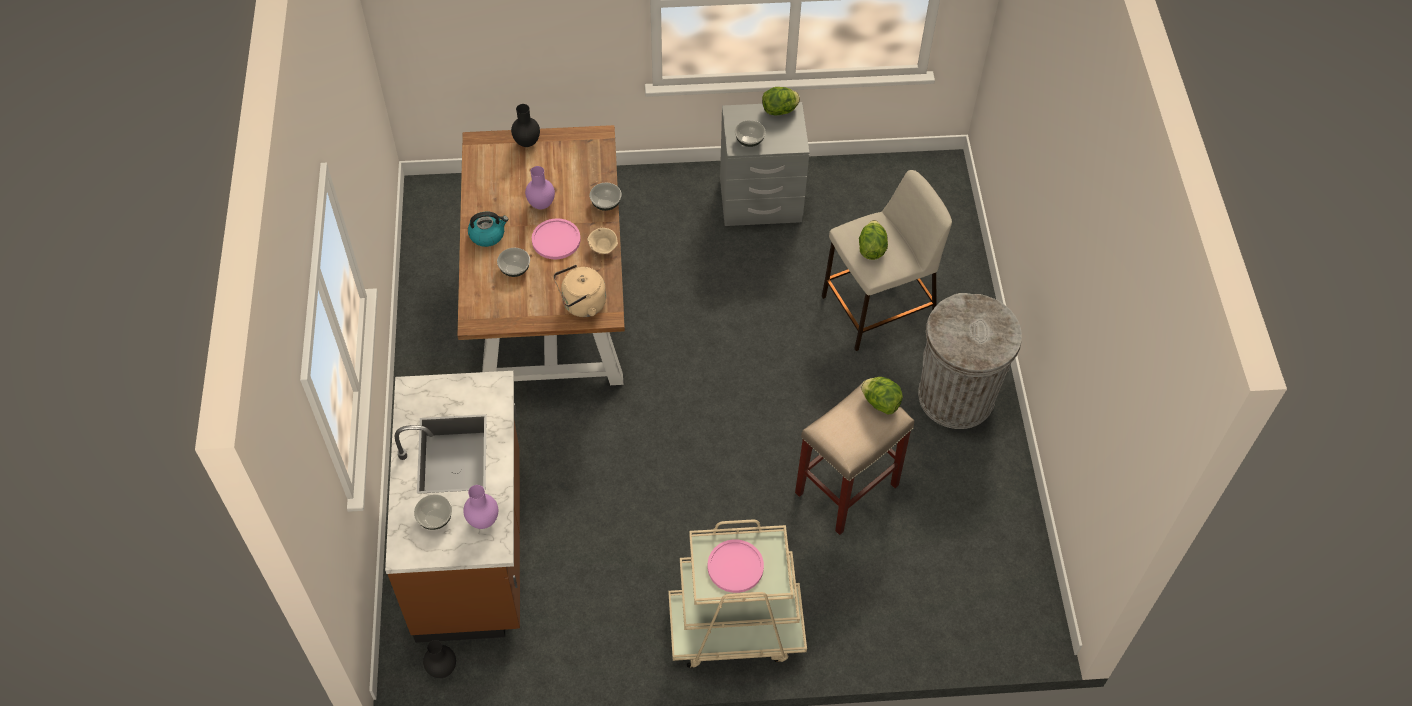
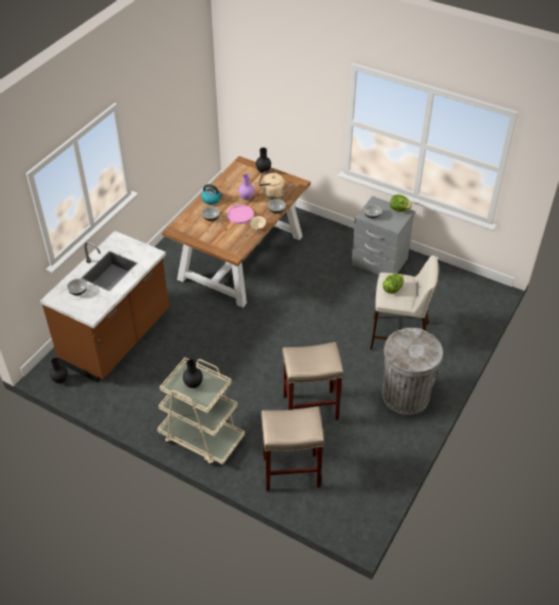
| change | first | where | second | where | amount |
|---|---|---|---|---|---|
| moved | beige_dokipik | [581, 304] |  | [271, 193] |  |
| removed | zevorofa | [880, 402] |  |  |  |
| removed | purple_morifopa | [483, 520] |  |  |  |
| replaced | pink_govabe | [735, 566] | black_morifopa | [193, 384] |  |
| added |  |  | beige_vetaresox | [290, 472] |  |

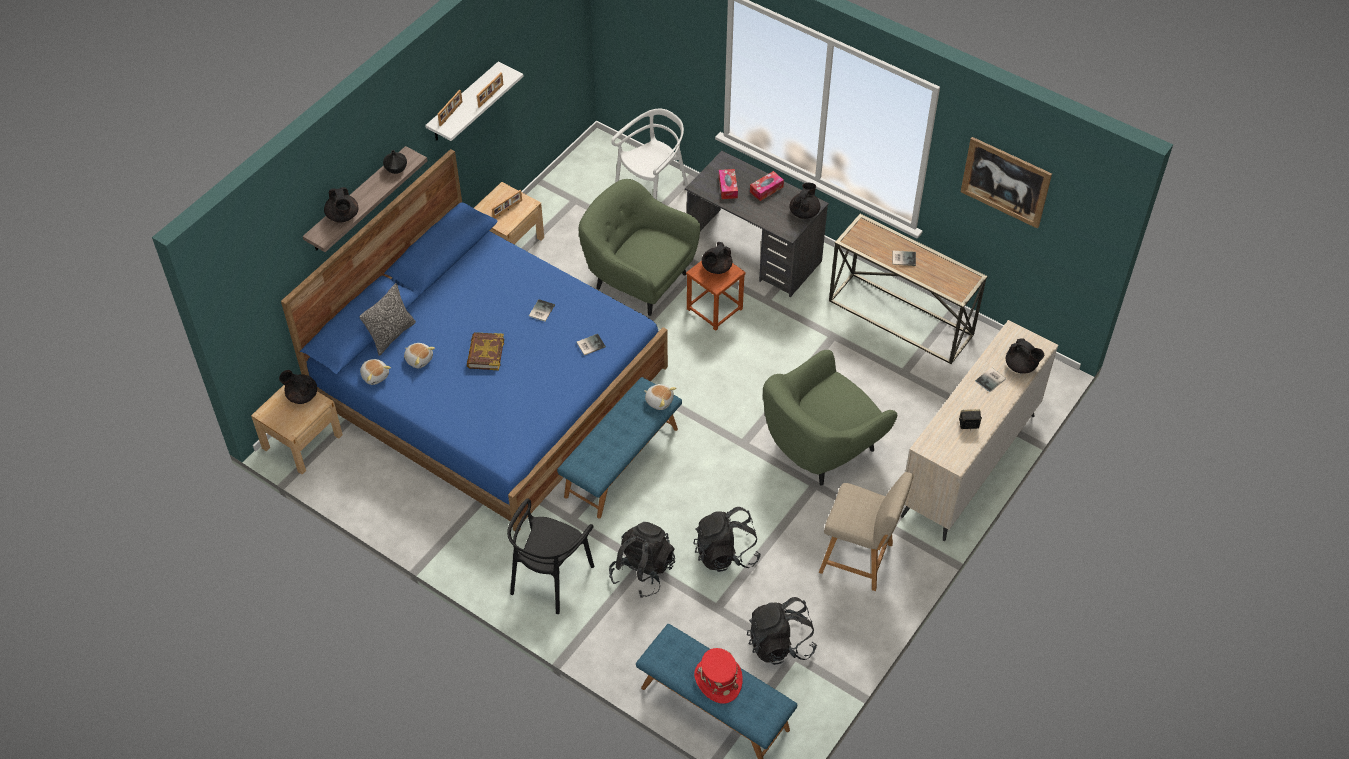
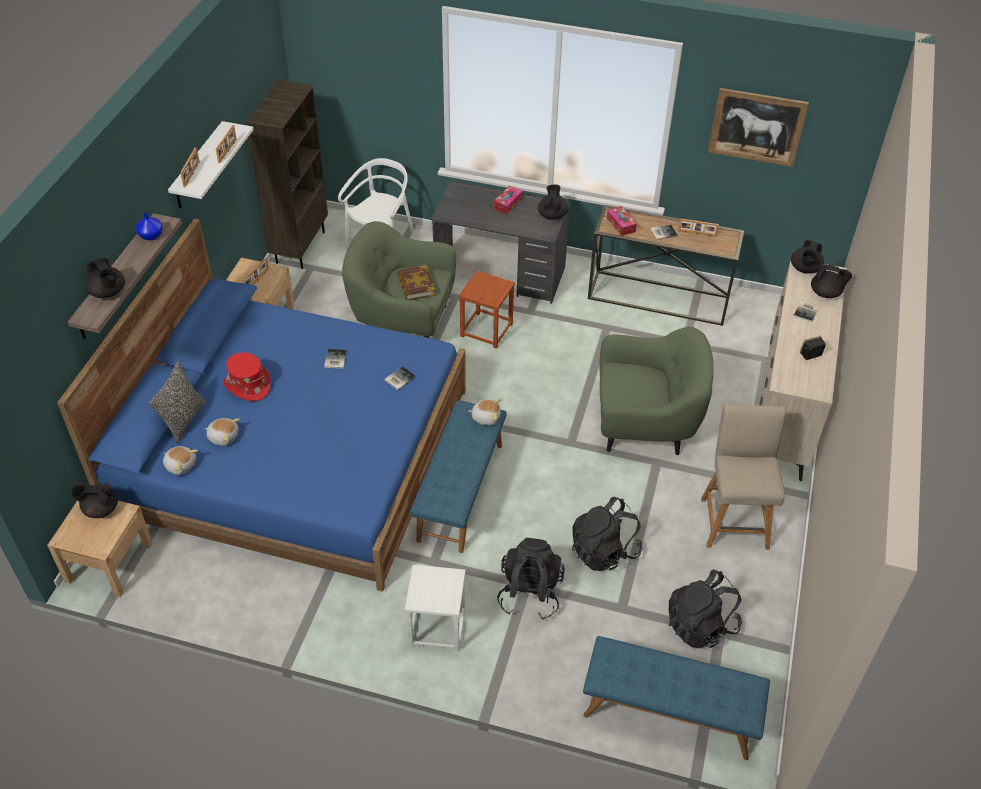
| change | first | where | second | where | amount |
|---|---|---|---|---|---|
| recoloured | black_morifopa | [395, 169] | blue_morifopa | [150, 236] |  |
| moved | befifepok | [728, 187] |  | [621, 225] |  |
| moved | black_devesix | [716, 268] |  | [805, 269] |  |
| moved | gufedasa | [485, 353] |  | [416, 286] |  |
| turned | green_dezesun | [821, 446] |  | [645, 426] | 120 degrees counterclockwise |
| turned | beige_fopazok | [860, 559] |  | [734, 520] | 90 degrees counterclockwise |
| replaced | black_fopazok | [550, 577] | white_vetaresox | [436, 628] |  |
| moved | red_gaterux | [718, 680] |  | [247, 385] |  |
| added |  |  | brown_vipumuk | [300, 247] |  |
| added |  |  | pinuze | [697, 234] |  |

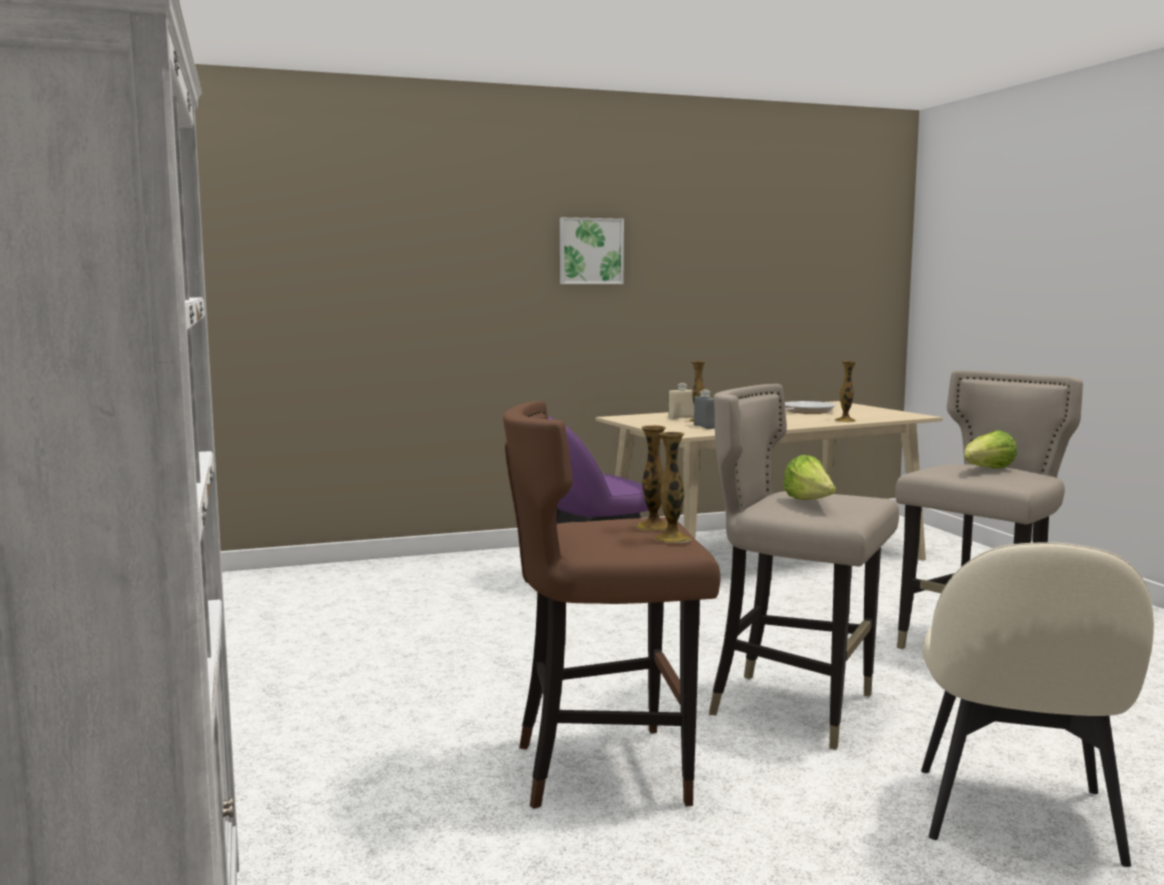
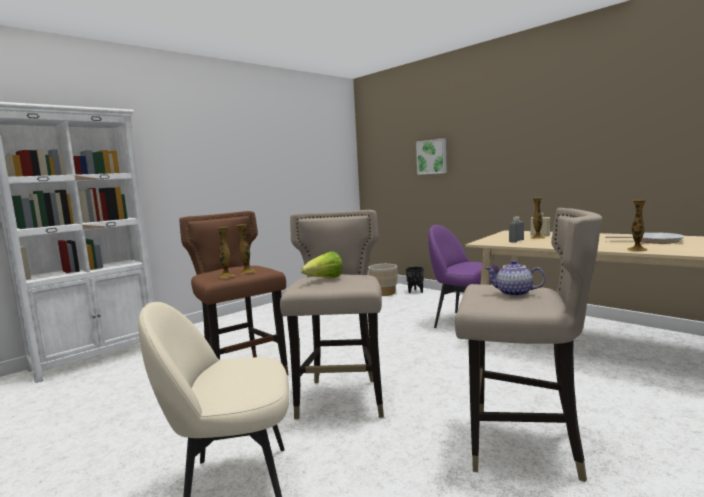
| change | first | where | second | where | amount |
|---|---|---|---|---|---|
| moved | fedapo | [590, 251] |  | [432, 157] |  |
| replaced | zevorofa | [987, 470] | devesix | [513, 293] |  |
| added |  |  | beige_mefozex | [384, 293] |  |
| added |  |  | black_mefozex | [415, 291] |  |

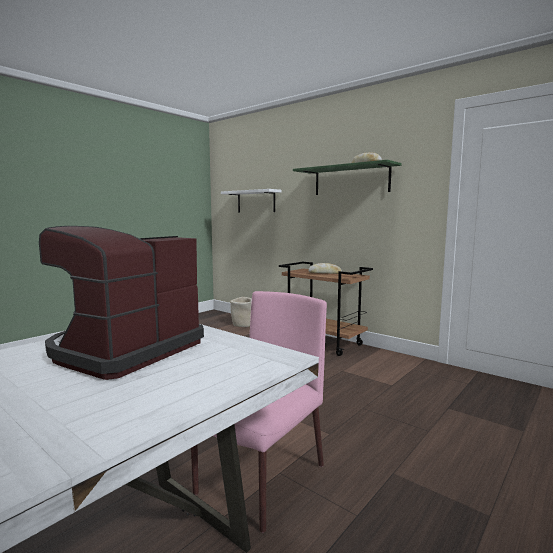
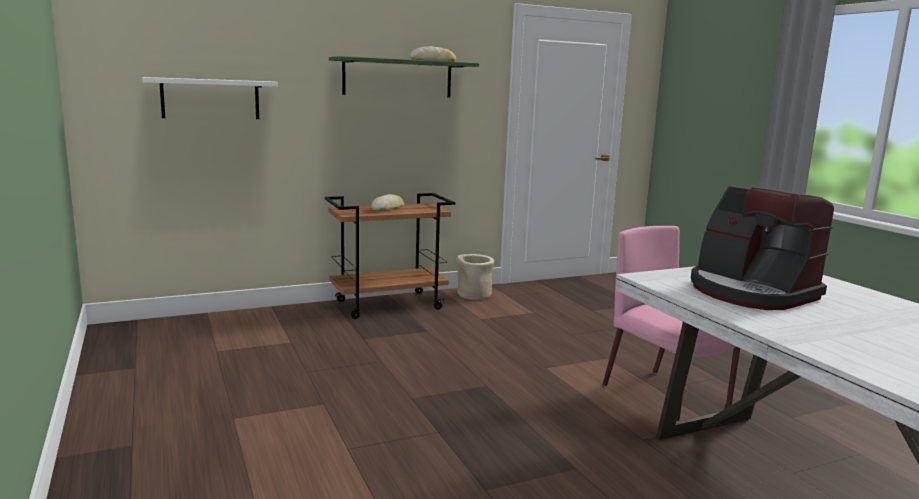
| change | first | where | second | where | amount |
|---|---|---|---|---|---|
| moved | beige_mefozex | [243, 324] |  | [473, 295] |  |

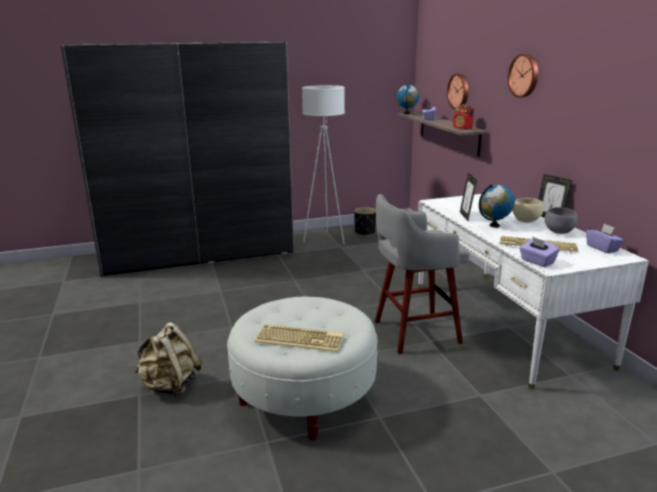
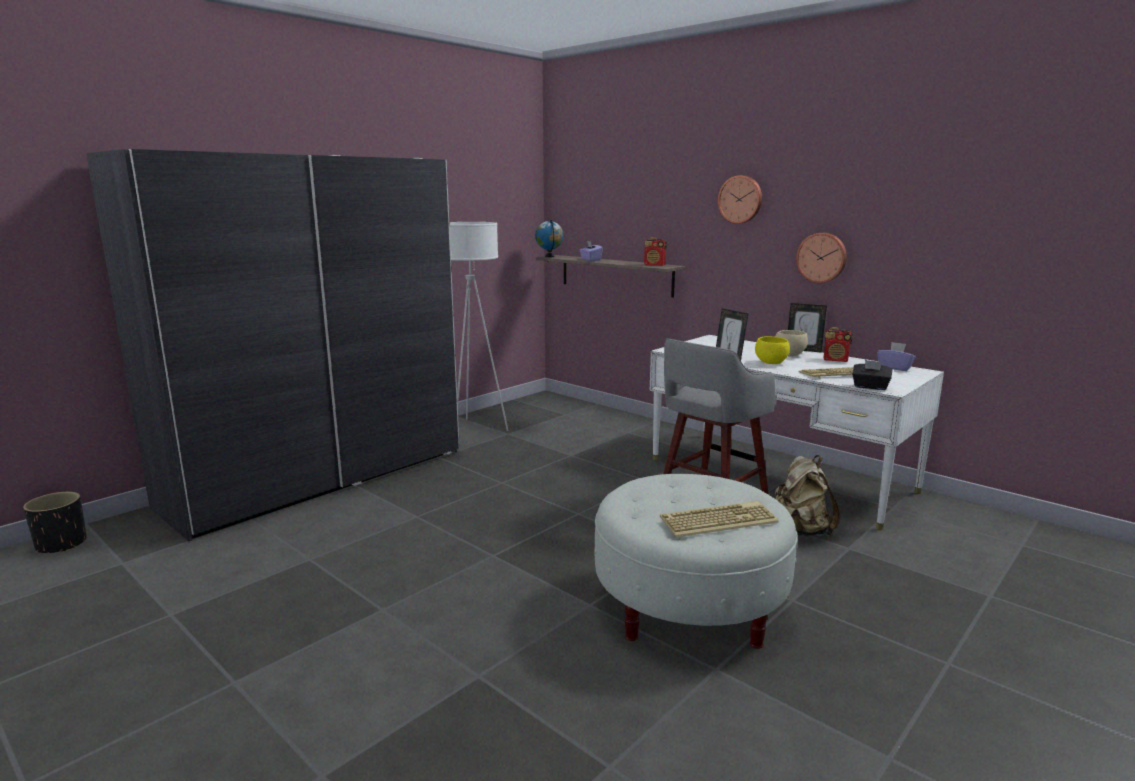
| change | first | where | second | where | amount |
|---|---|---|---|---|---|
| moved | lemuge | [459, 91] |  | [822, 257] |  |
| replaced | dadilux | [494, 225] | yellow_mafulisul | [772, 363] |  |
| moved | black_mefozex | [365, 232] |  | [62, 544] |  |
| replaced | grey_mafulisul | [559, 232] | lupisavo | [836, 360] |  |
| recoloured | purple_befifepok | [537, 261] | black_befifepok | [870, 387] |  |
| moved | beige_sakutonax | [170, 387] |  | [799, 531] |  |

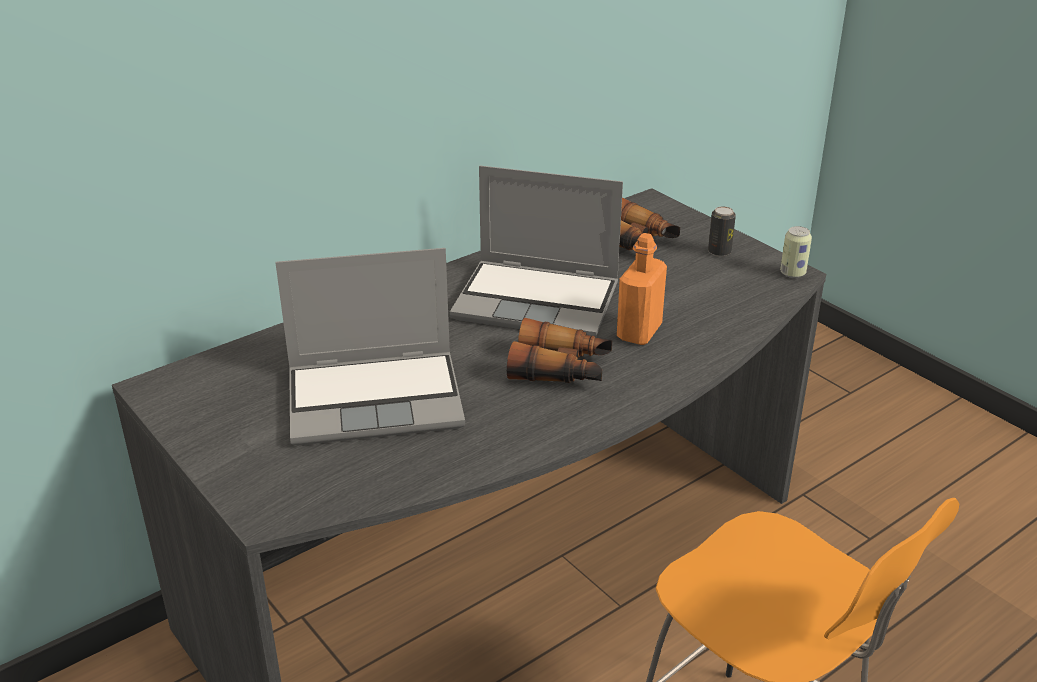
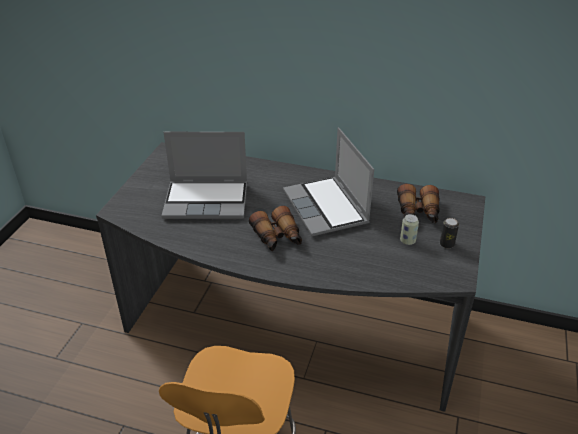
| change | first | where | second | where | amount |
|---|---|---|---|---|---|
| moved | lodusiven | [792, 273] |  | [407, 241] |  |
| removed | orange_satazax | [639, 332] |  |  |  |
| turned | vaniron | [377, 398] |  | [207, 200] | 45 degrees counterclockwise |

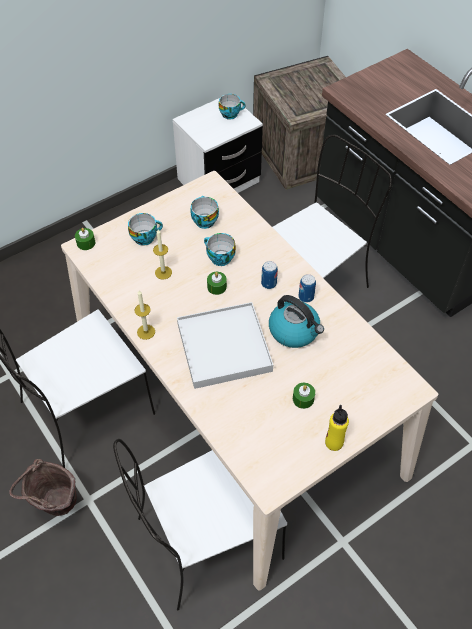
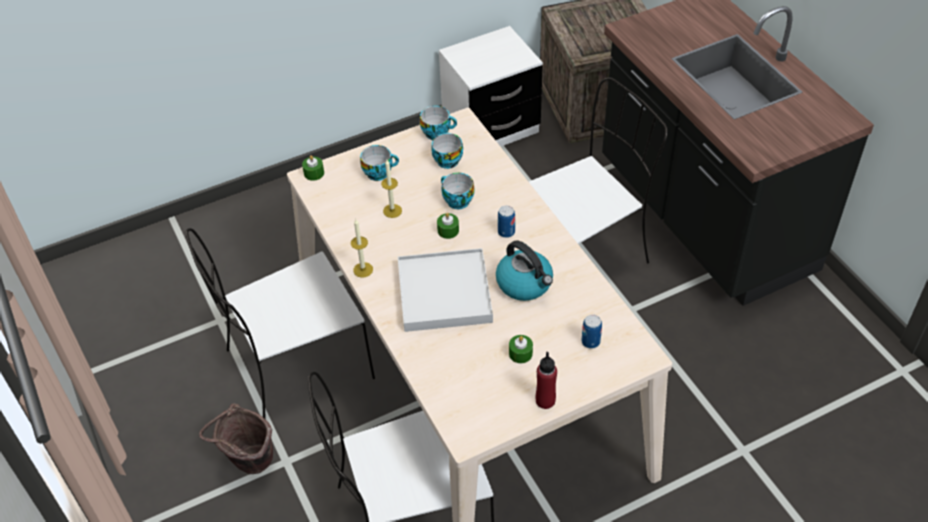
| change | first | where | second | where | amount |
|---|---|---|---|---|---|
| moved | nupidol | [231, 114] |  | [437, 132] |  |
| moved | lodusiven | [306, 297] |  | [590, 342] |  |
| recoloured | yellow_satazax | [334, 442] | red_satazax | [545, 400] |  |

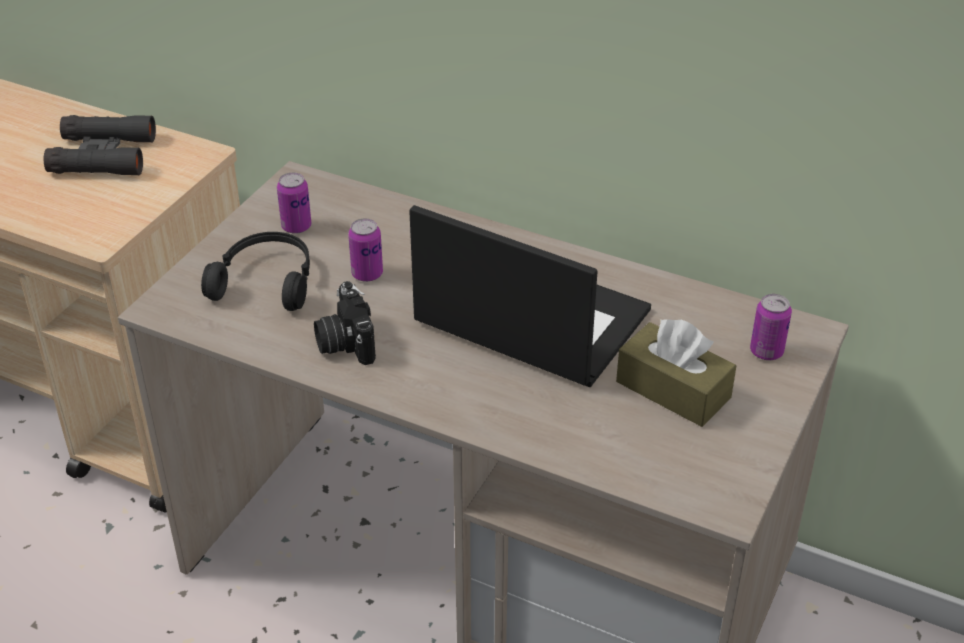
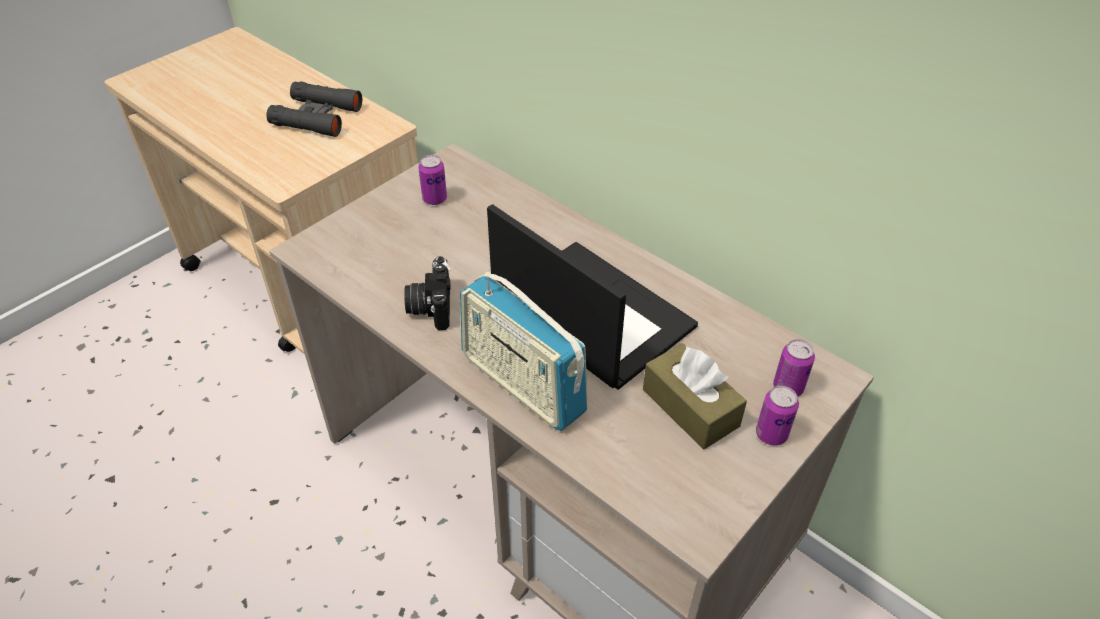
| change | first | where | second | where | amount |
|---|---|---|---|---|---|
| moved | lodusiven | [367, 274] |  | [771, 434] |  |
| removed | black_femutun | [266, 281] |  |  |  |
| added |  |  | lupisavo | [522, 384] |  |

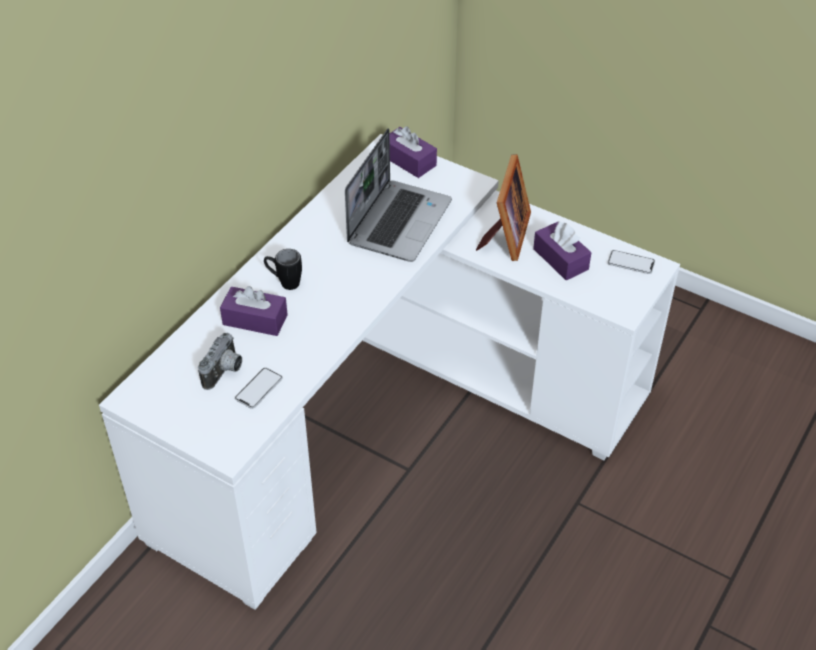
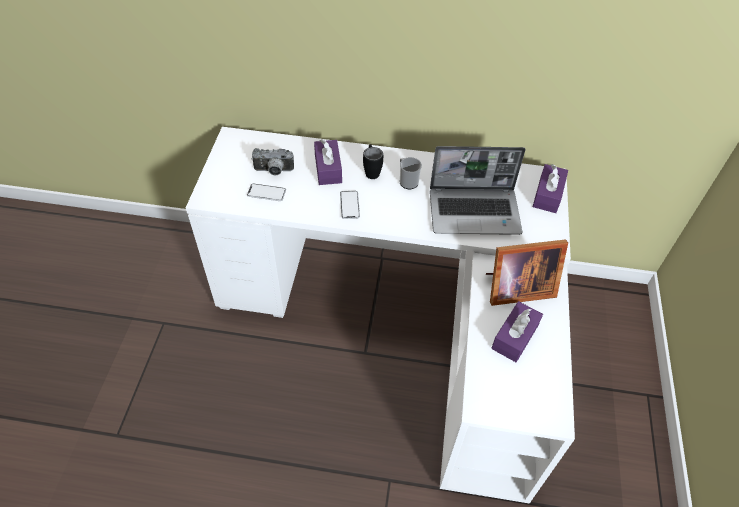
| change | first | where | second | where | amount |
|---|---|---|---|---|---|
| moved | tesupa | [631, 263] |  | [349, 205] |  |
| added |  |  | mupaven | [407, 181] |  |

